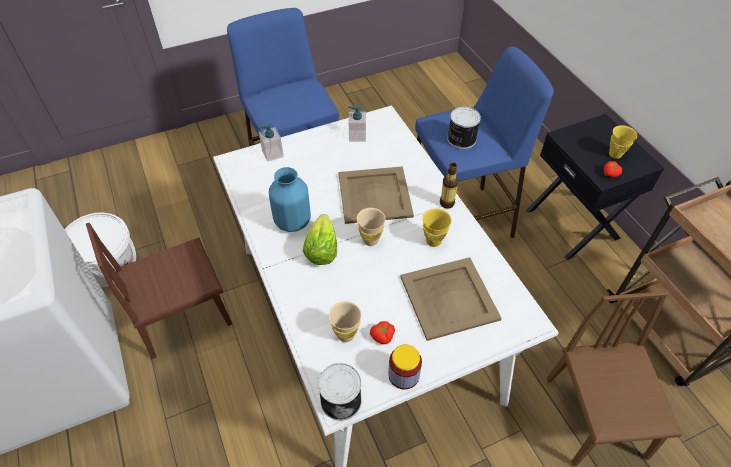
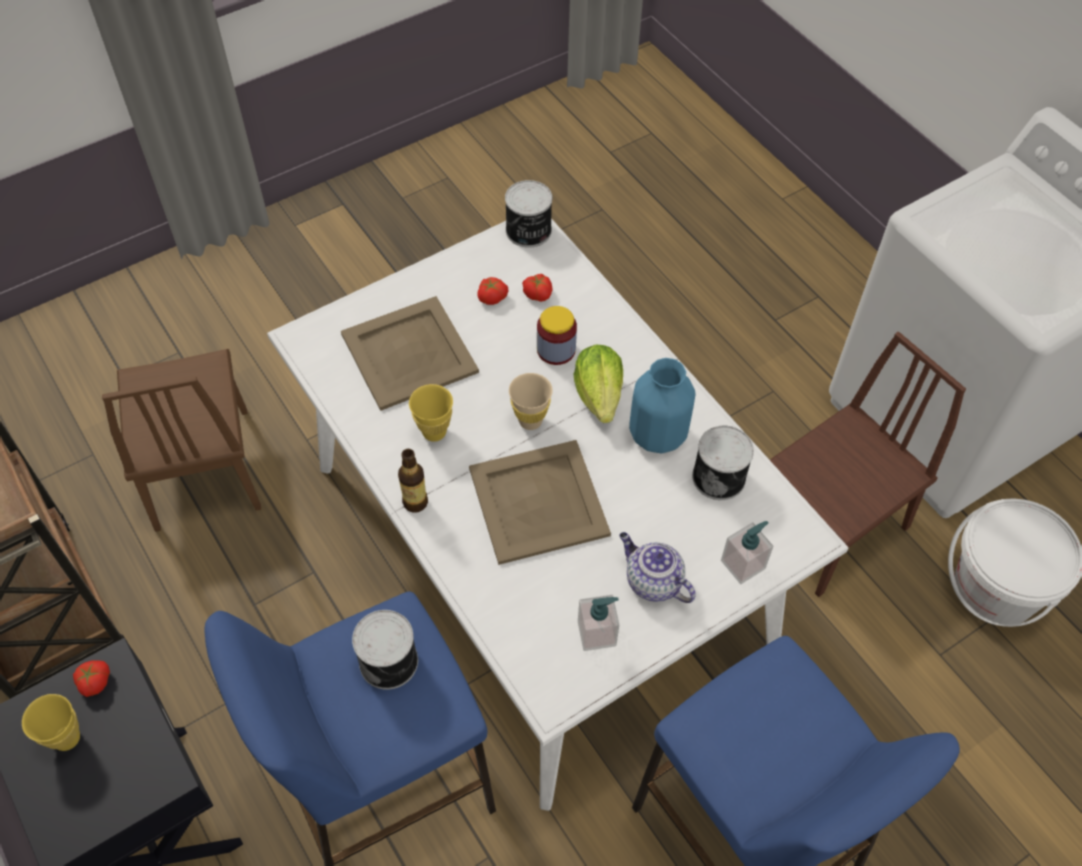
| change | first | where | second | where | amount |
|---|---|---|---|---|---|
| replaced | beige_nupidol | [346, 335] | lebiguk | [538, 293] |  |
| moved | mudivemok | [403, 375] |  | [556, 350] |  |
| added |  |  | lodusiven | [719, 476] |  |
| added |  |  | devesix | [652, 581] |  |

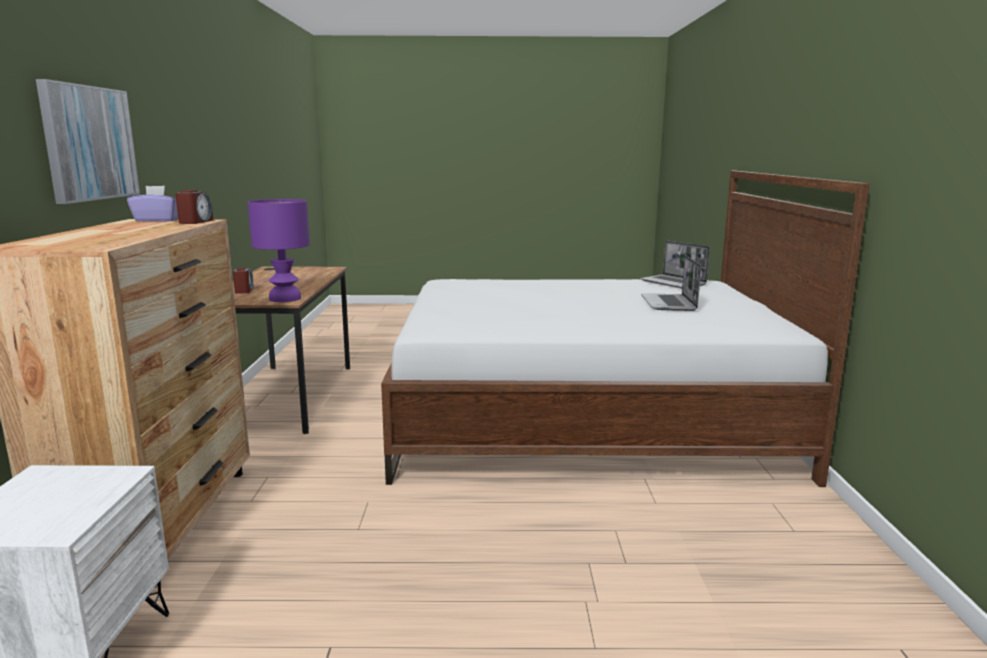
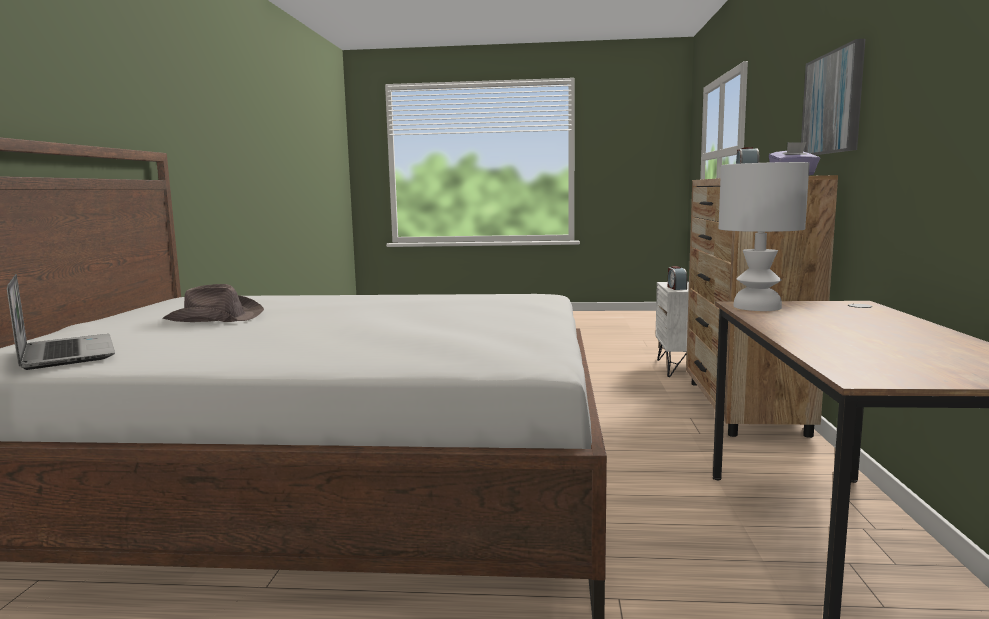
| change | first | where | second | where | amount |
|---|---|---|---|---|---|
| recoloured | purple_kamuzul | [285, 299] | white_kamuzul | [756, 307] |  |
| replaced | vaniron | [669, 304] | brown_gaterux | [213, 318] |  |
| moved | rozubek | [244, 290] |  | [676, 288] |  |

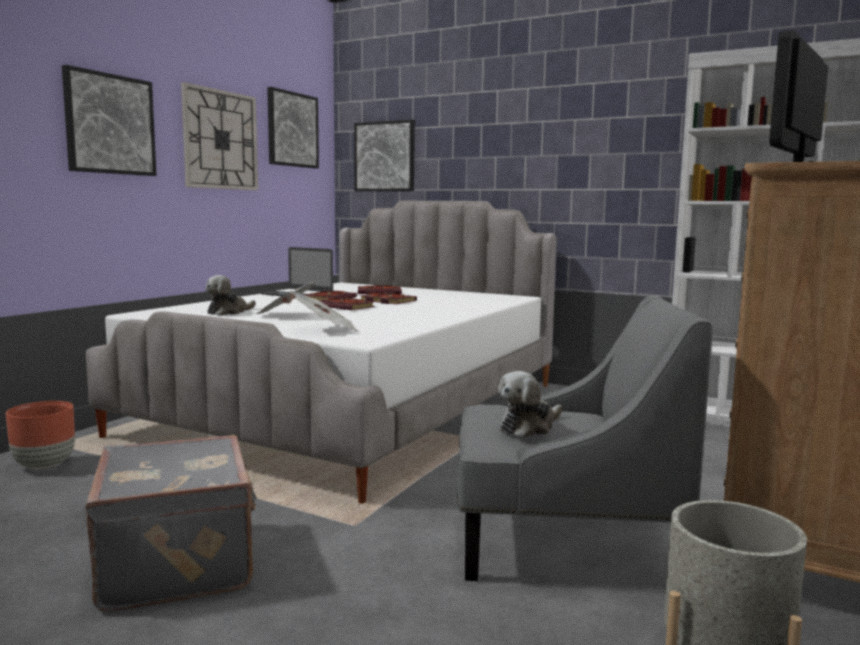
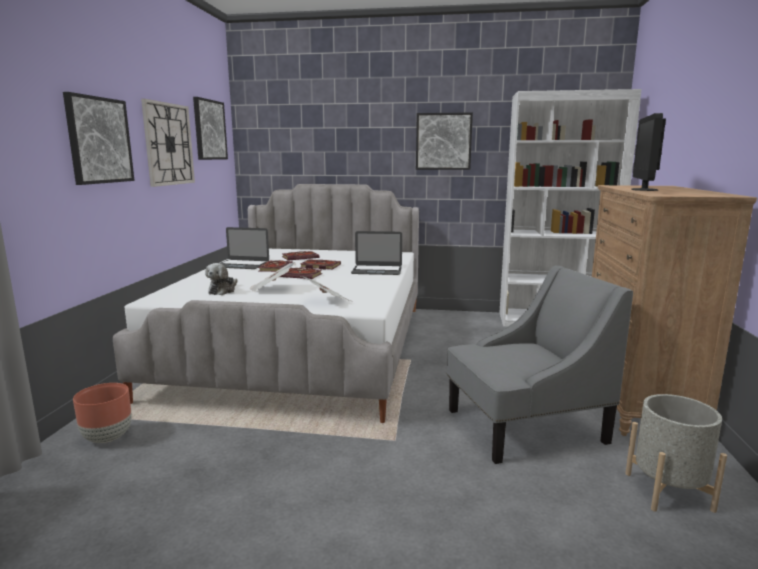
| change | first | where | second | where | amount |
|---|---|---|---|---|---|
| moved | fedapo | [385, 156] |  | [443, 141] |  |
| removed | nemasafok | [529, 427] |  |  |  |
| removed | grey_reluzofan | [180, 562] |  |  |  |
| added |  |  | vaniron | [377, 270] |  |

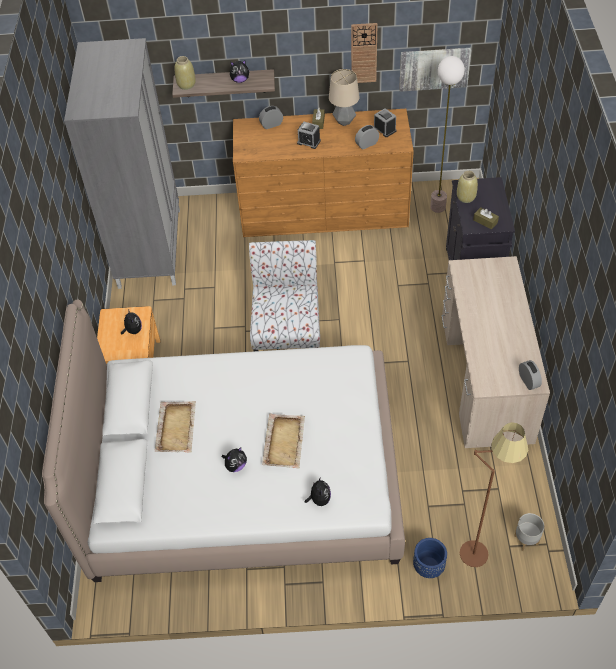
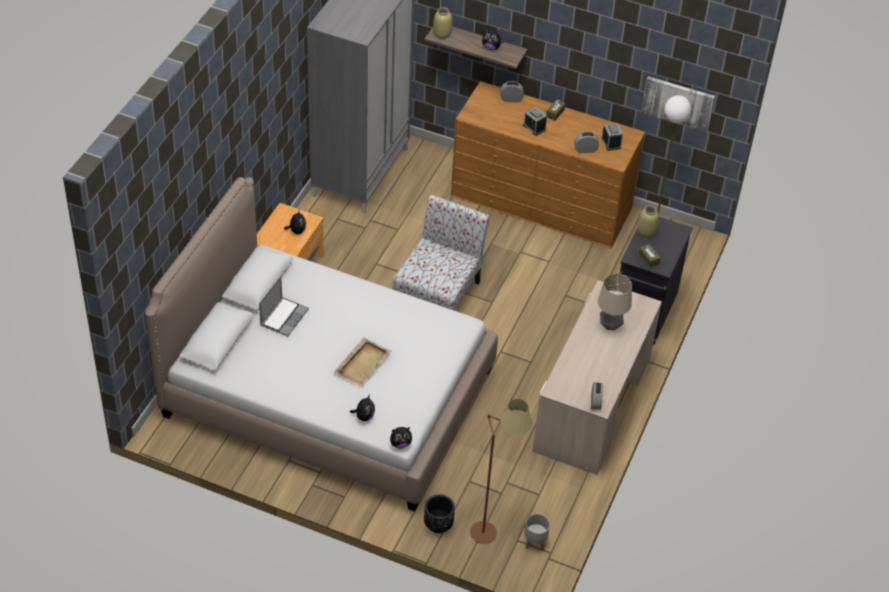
| change | first | where | second | where | amount |
|---|---|---|---|---|---|
| removed | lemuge | [364, 53] |  |  |  |
| moved | kamuzul | [344, 121] |  | [610, 325] |  |
| replaced | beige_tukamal | [176, 427] | vaniron | [284, 317] |  |
| moved | nemasafok | [235, 466] |  | [400, 444] |  |
| recoloured | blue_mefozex | [428, 567] | black_mefozex | [438, 525] |  |

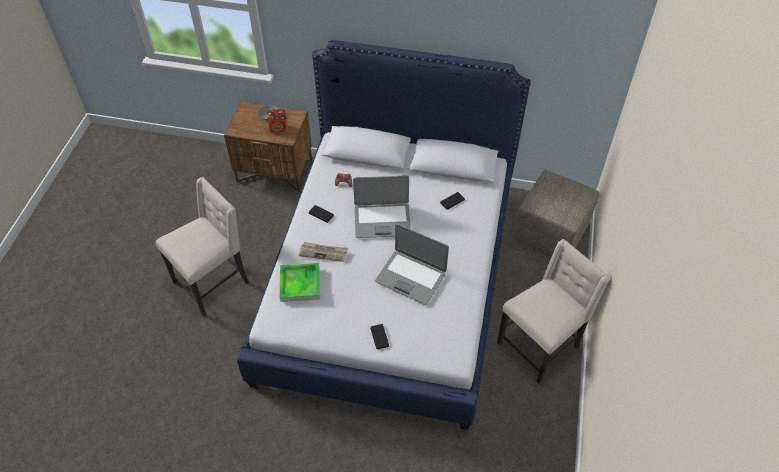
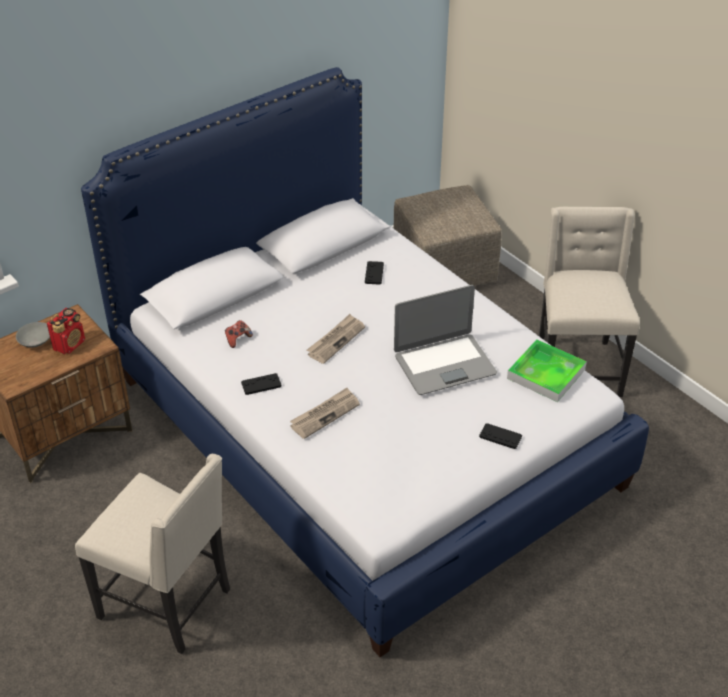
| change | first | where | second | where | amount |
|---|---|---|---|---|---|
| replaced | vaniron | [382, 220] | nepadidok | [335, 340] |  |
| turned | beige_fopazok | [213, 282] |  | [168, 603] | 120 degrees clockwise |
| moved | tukamal | [300, 284] |  | [546, 374] |  |

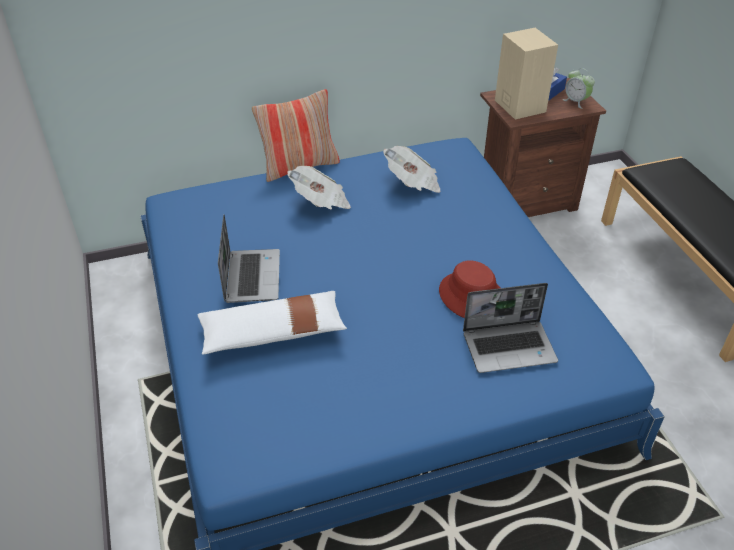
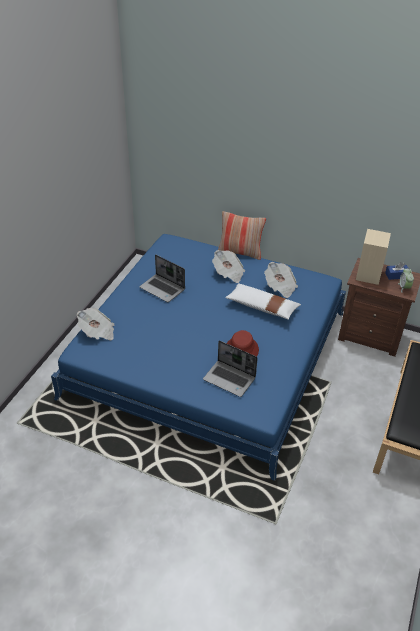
| change | first | where | second | where | amount |
|---|---|---|---|---|---|
| turned | vaniron | [251, 276] |  | [163, 289] | 90 degrees clockwise |
| moved | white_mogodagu | [273, 333] |  | [262, 307] |  |
| added |  |  | nepadidok | [97, 332] |  |

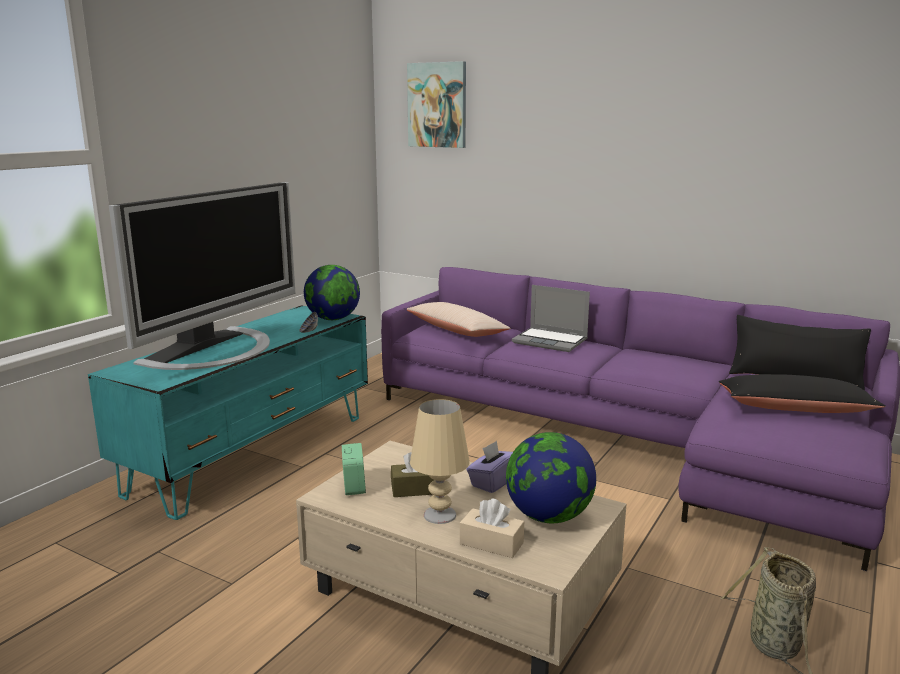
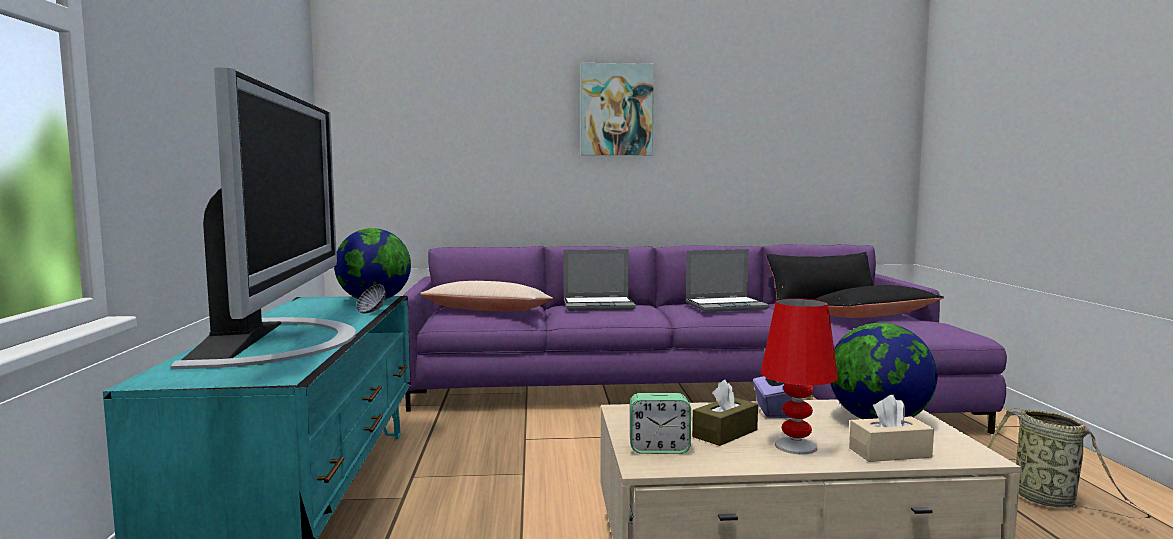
| change | first | where | second | where | amount |
|---|---|---|---|---|---|
| moved | fedapo | [437, 105] |  | [616, 110] |  |
| recoloured | beige_kamuzul | [440, 515] | red_kamuzul | [796, 446] |  |
| turned | rozubek | [354, 486] |  | [659, 449] | 135 degrees clockwise |
| added |  |  | vaniron | [726, 306] |  |

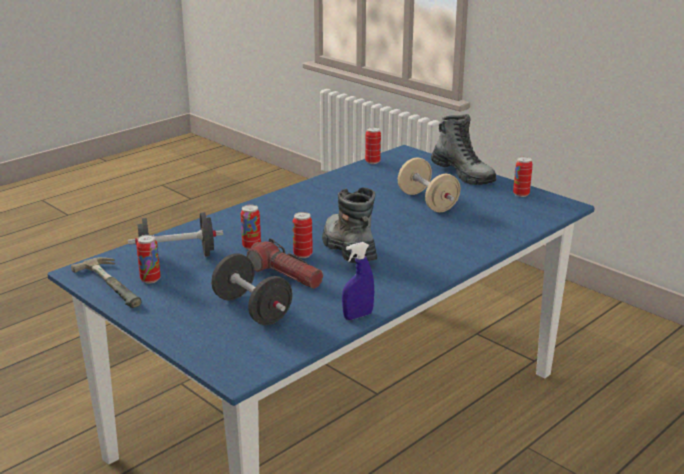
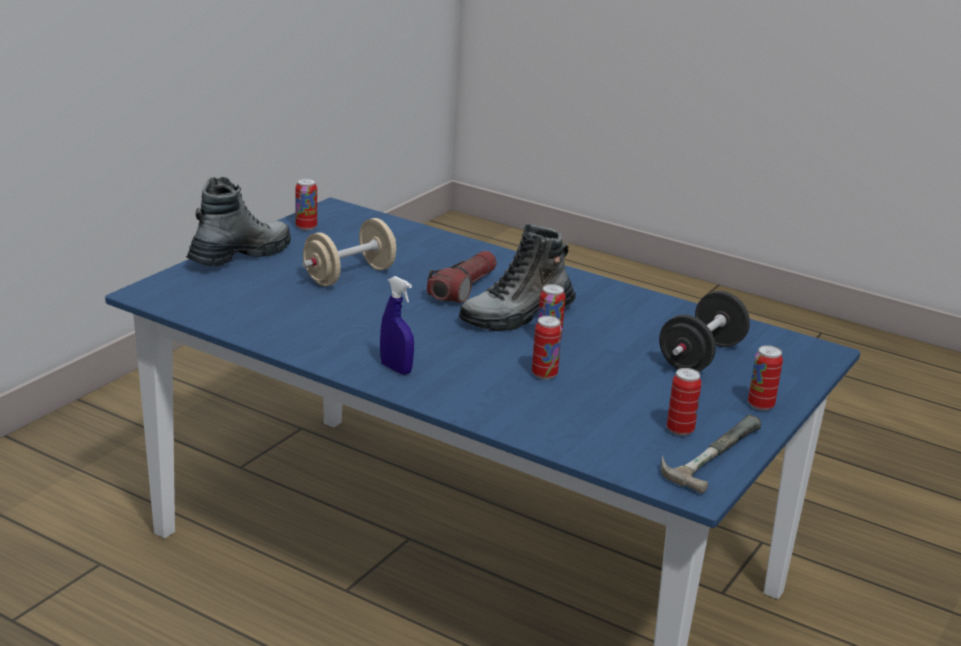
| change | first | where | second | where | amount |
|---|---|---|---|---|---|
| moved | lodusiven | [372, 162] |  | [760, 405] |  |
| removed | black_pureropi | [177, 257] |  |  |  |
| moved | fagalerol | [285, 275] |  | [463, 288] |  |
| moved | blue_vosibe | [358, 316] |  | [396, 369] |  |

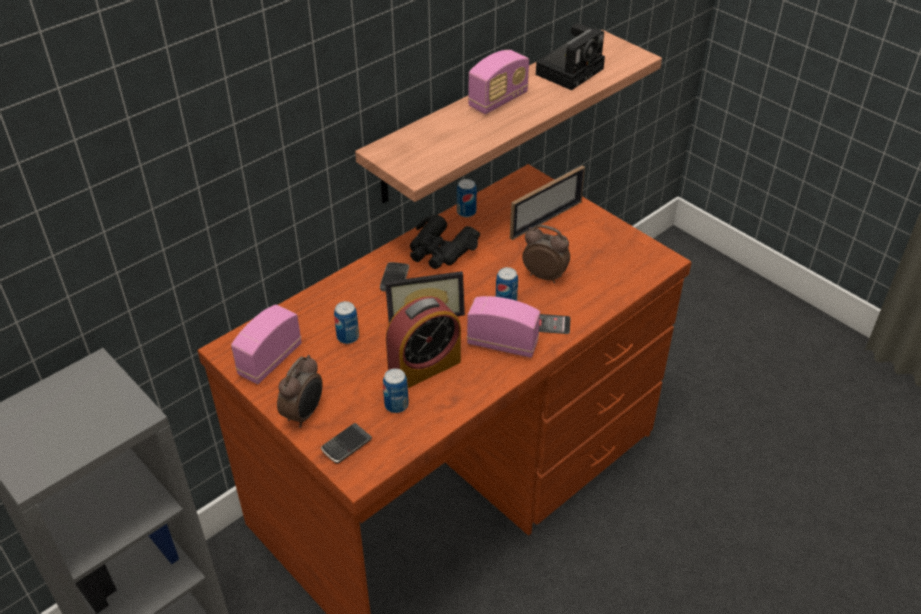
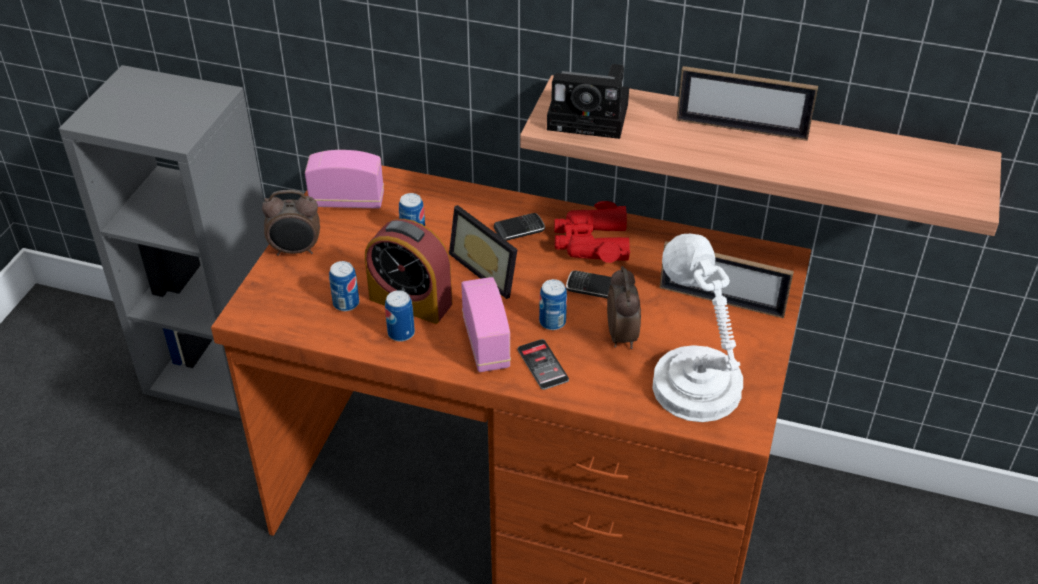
| change | first | where | second | where | amount |
|---|---|---|---|---|---|
| moved | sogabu | [570, 70] |  | [592, 117] |  |
| replaced | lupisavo | [498, 101] | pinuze | [741, 129] |  |
| moved | lodusiven | [466, 212] |  | [401, 333] |  |
| recoloured | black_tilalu | [440, 251] | red_tilalu | [591, 242] |  |
| moved | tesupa | [346, 445] |  | [592, 287] |  |
| added |  |  | white_kamuzul | [692, 382] |  |

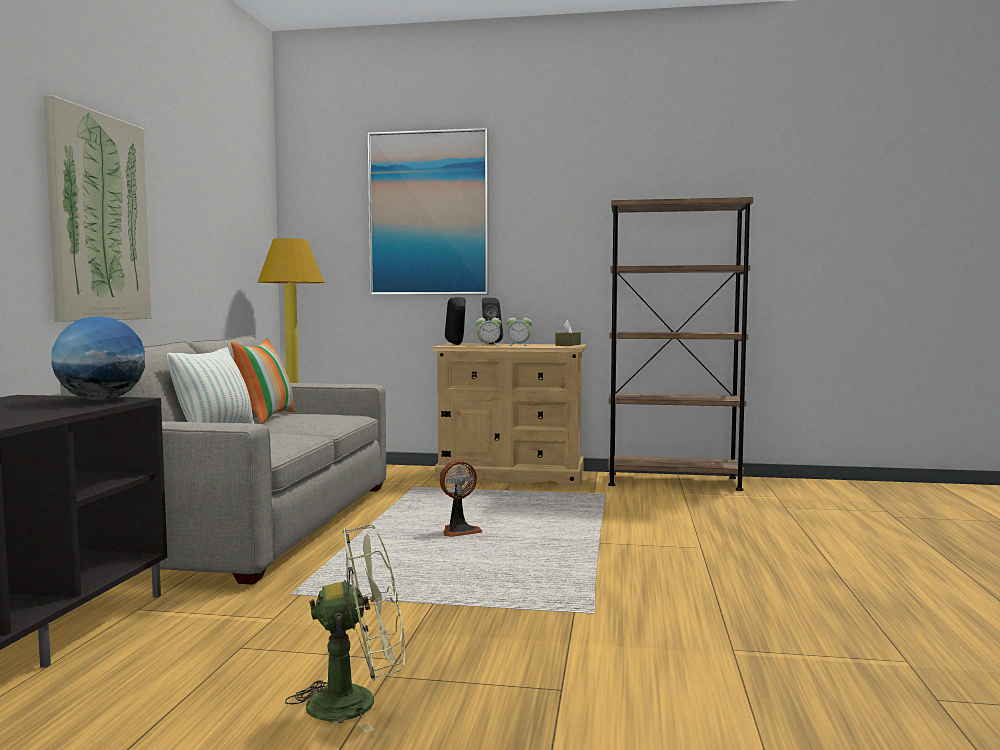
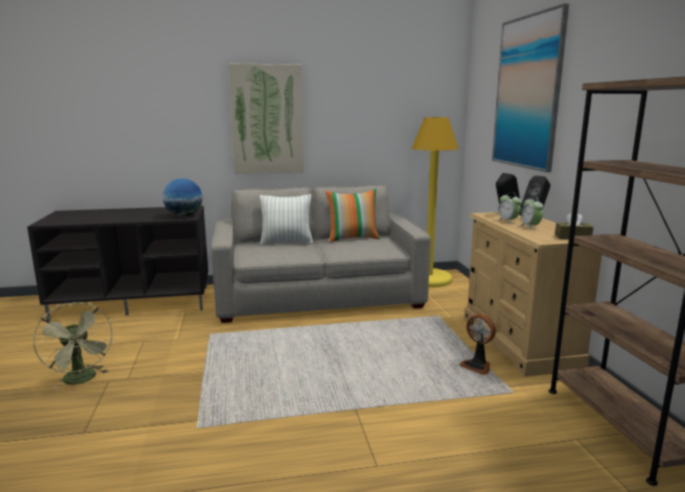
| change | first | where | second | where | amount |
|---|---|---|---|---|---|
| moved | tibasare | [459, 531] |  | [477, 366] |  |

